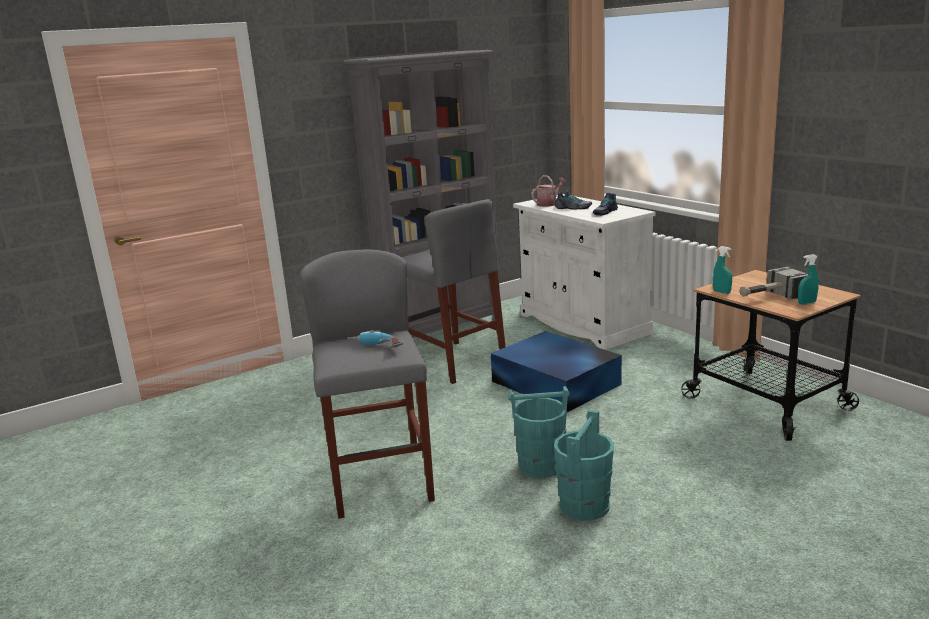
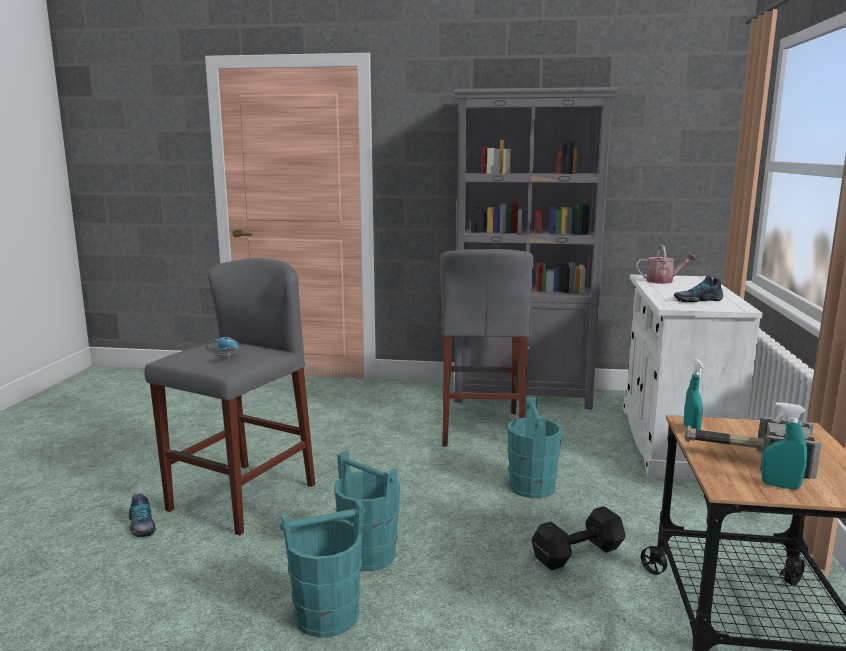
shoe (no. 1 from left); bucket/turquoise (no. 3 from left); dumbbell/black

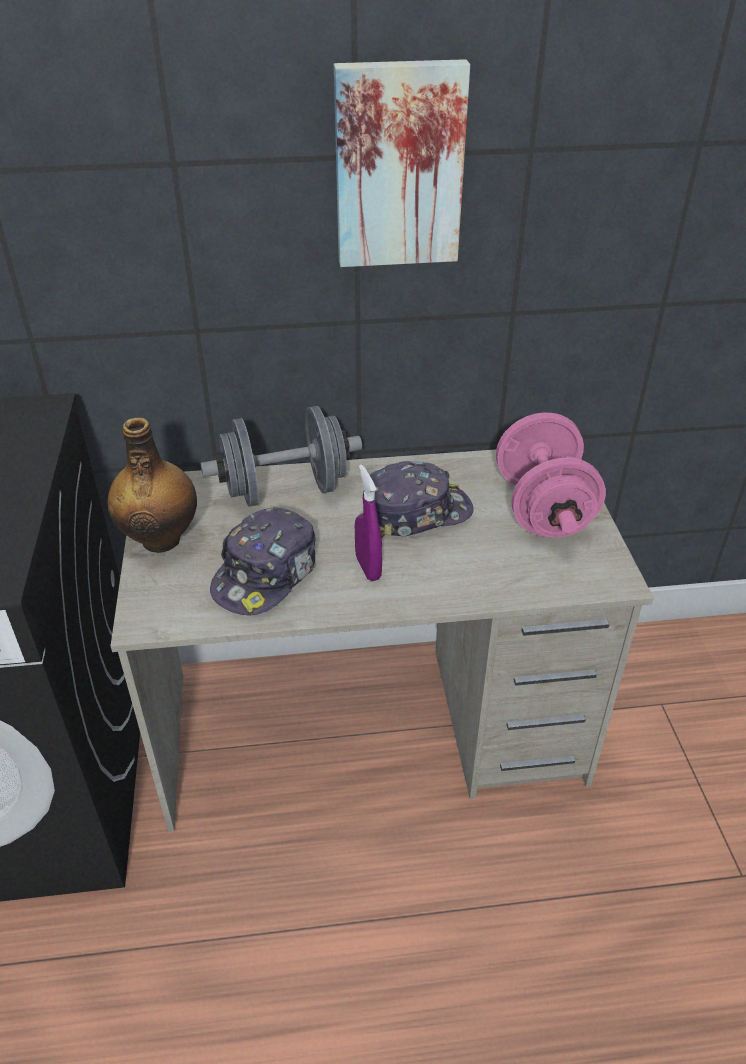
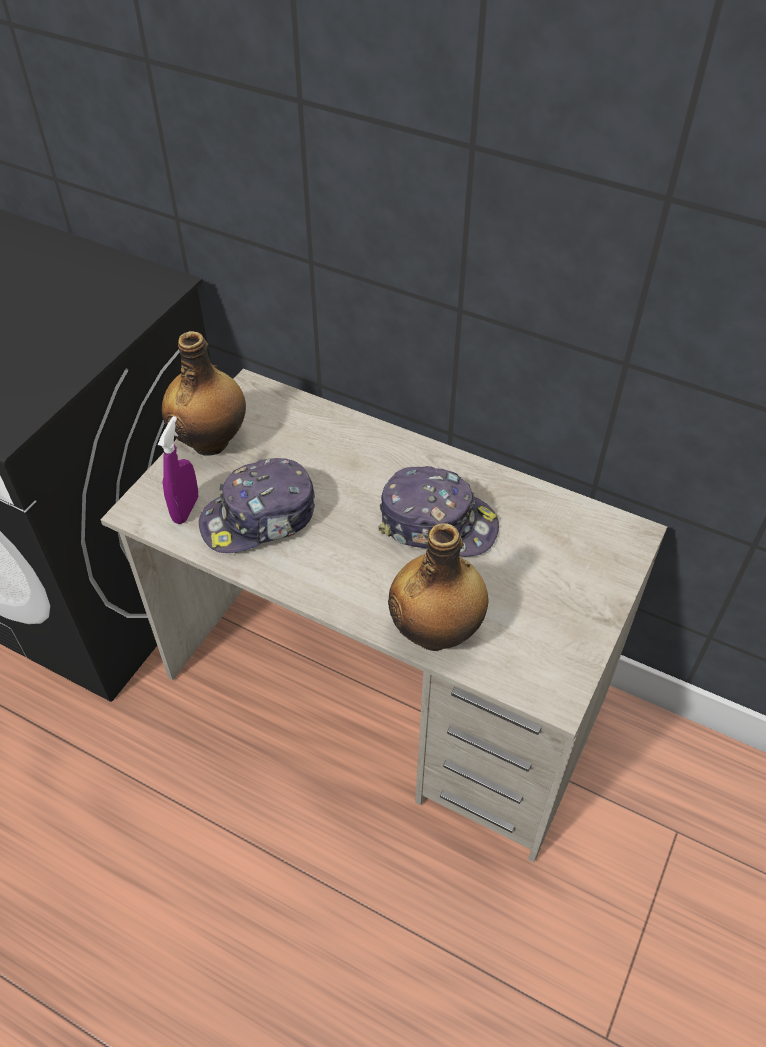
spray bottle/purple; bottle (no. 2 from left); dumbbell/grey; picture; dumbbell/pink

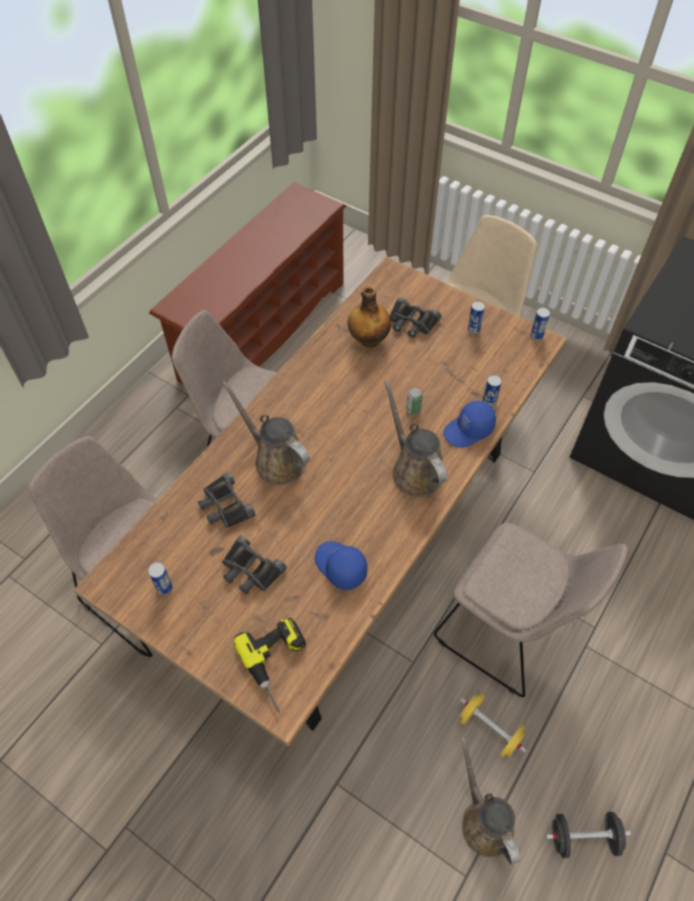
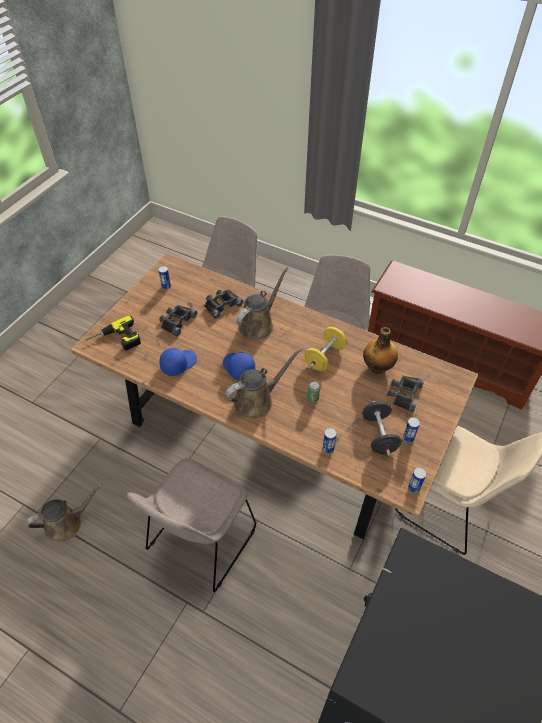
cap/blue (no. 2 from left); dumbbell/yellow; dumbbell/black

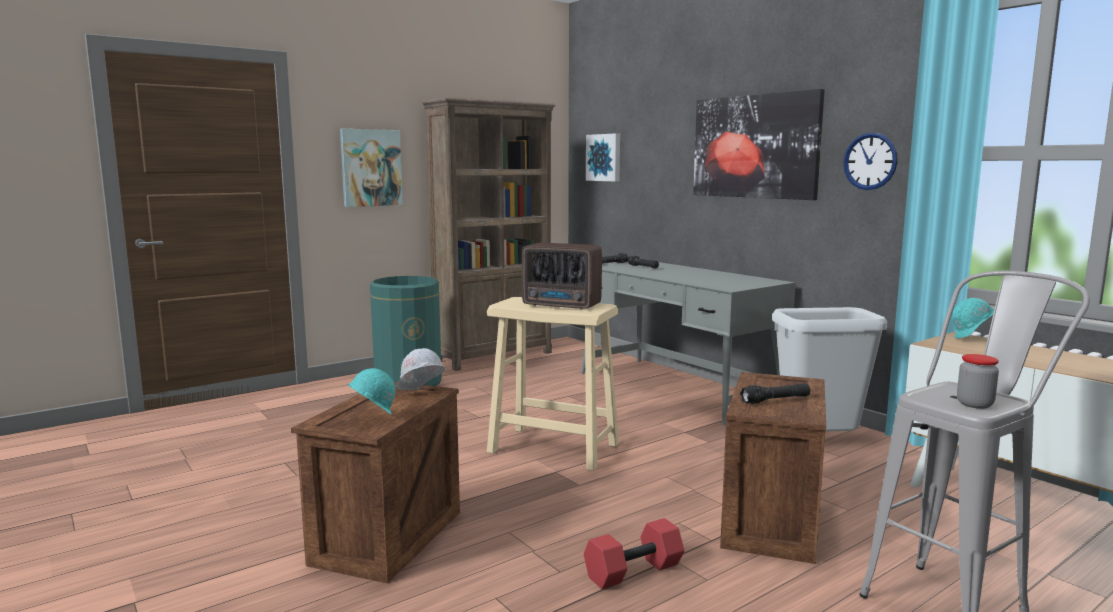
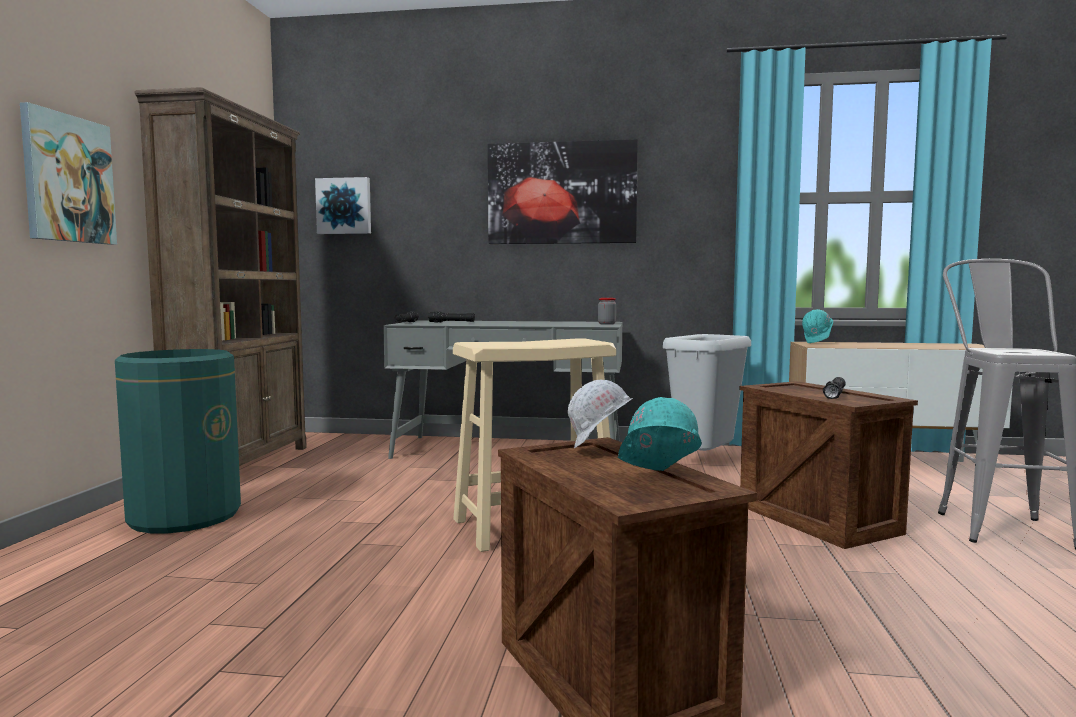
jar; radio; dumbbell/red; wall clock

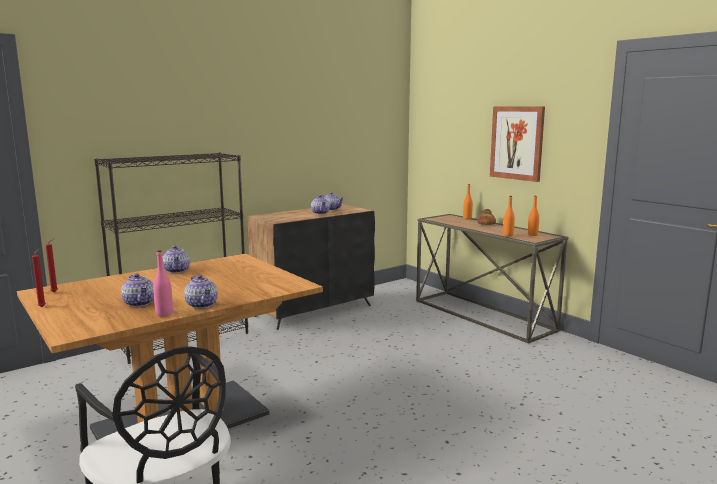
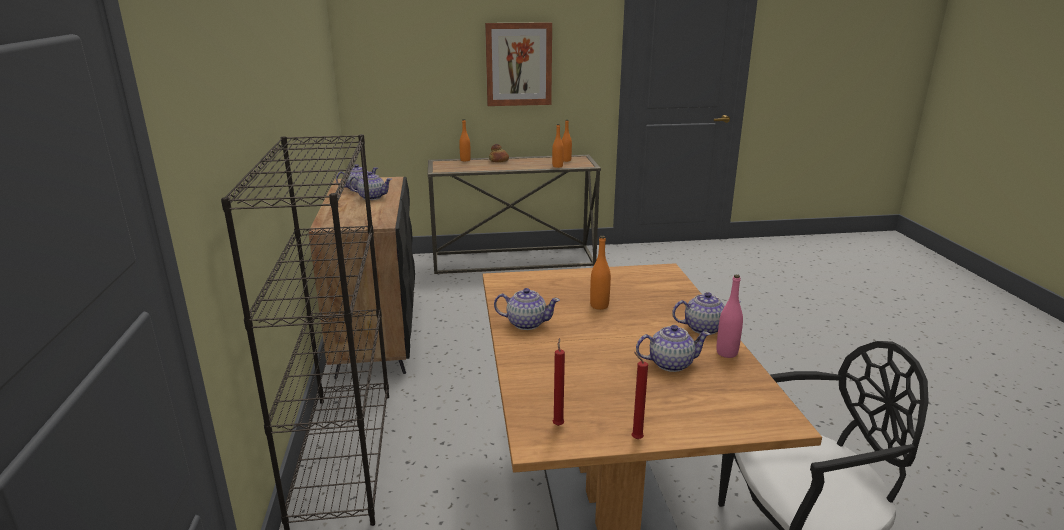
bottle/orange (no. 4 from left)

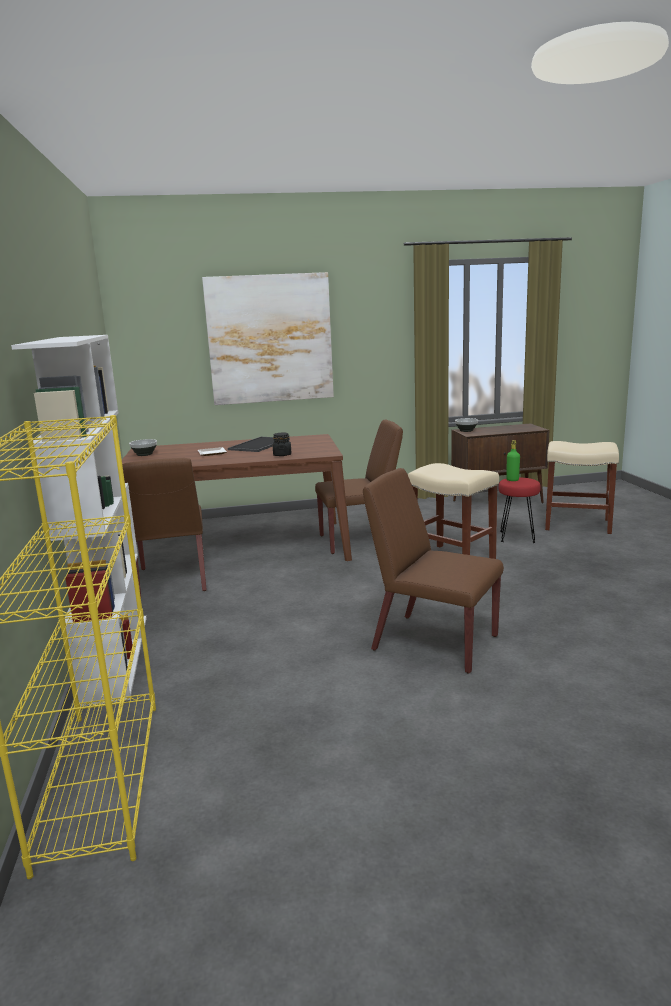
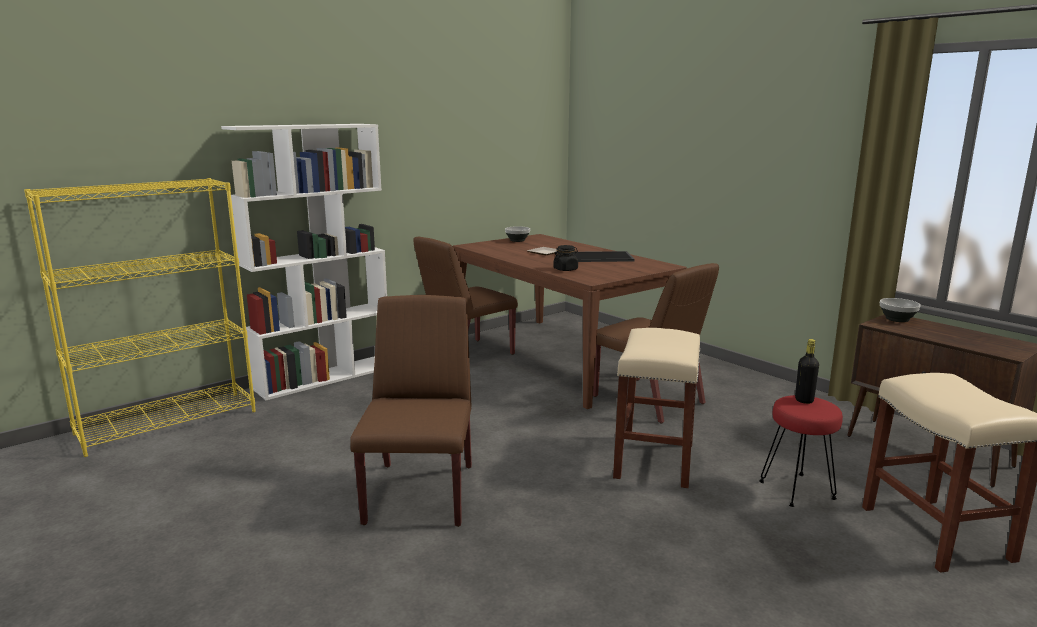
bottle/black; picture

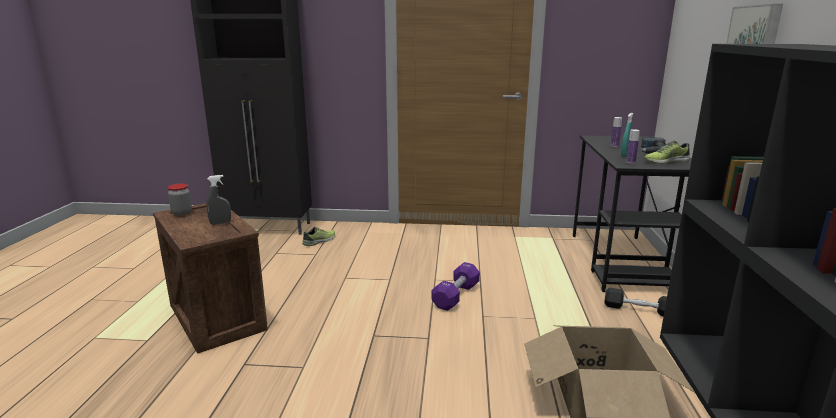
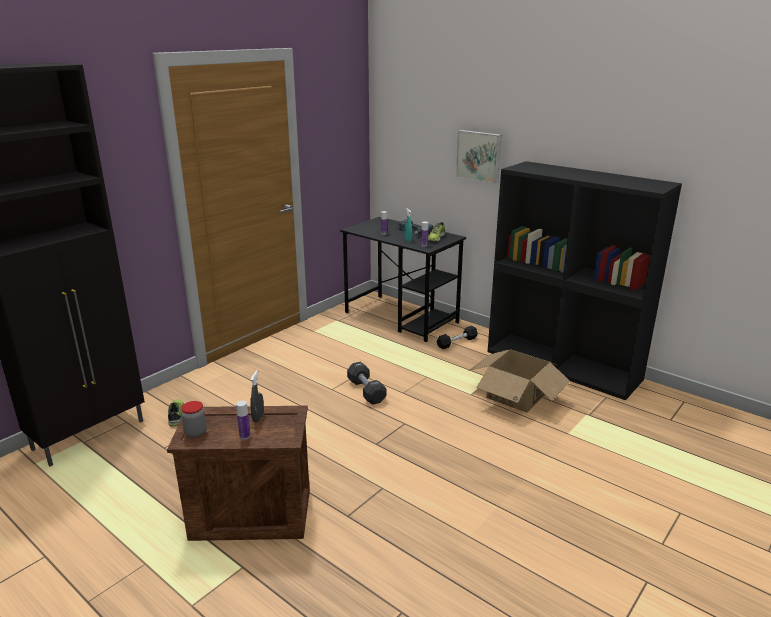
bottle (no. 1 from left); dumbbell/black (no. 1 from left)

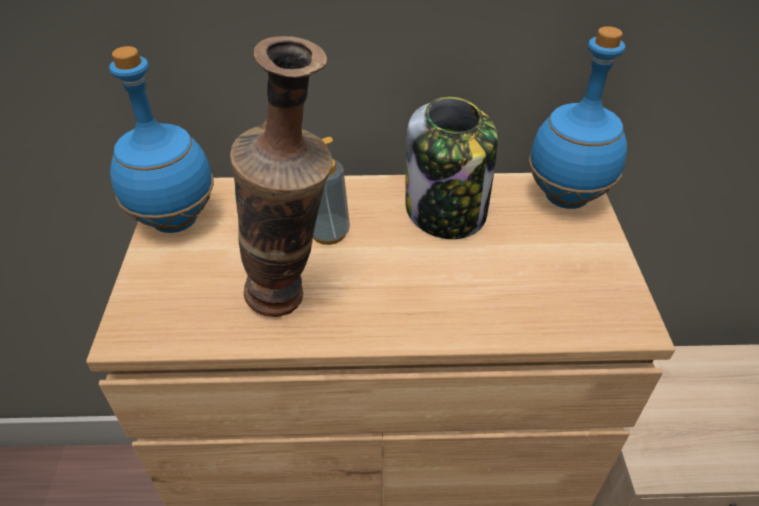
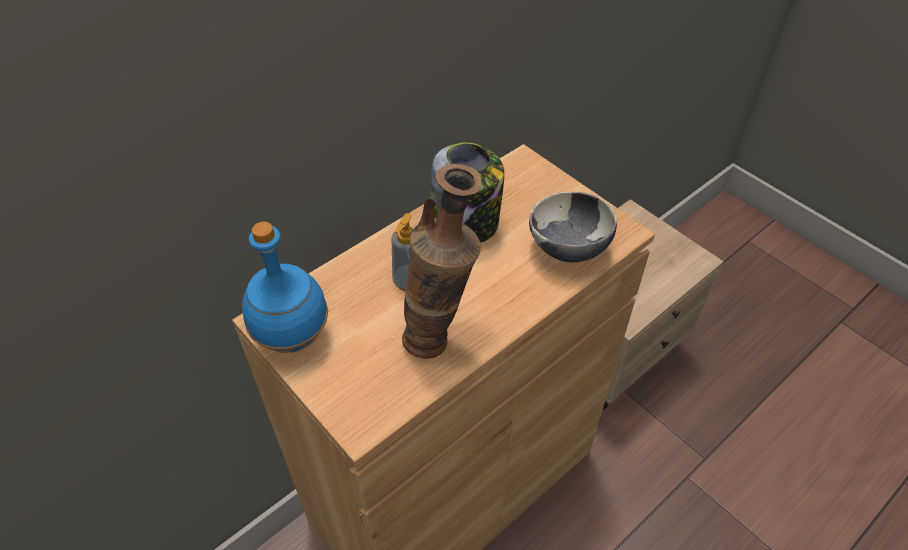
bowl; bottle/blue (no. 2 from left in the first image)

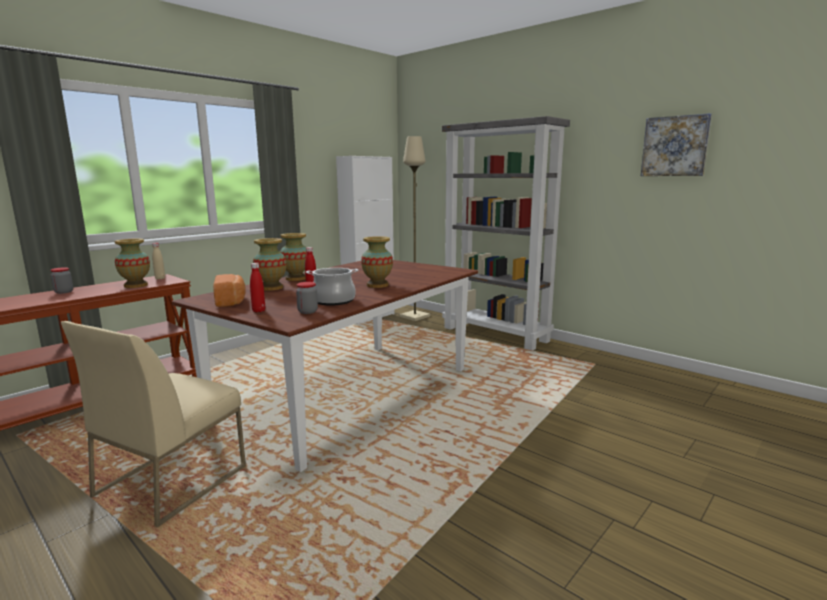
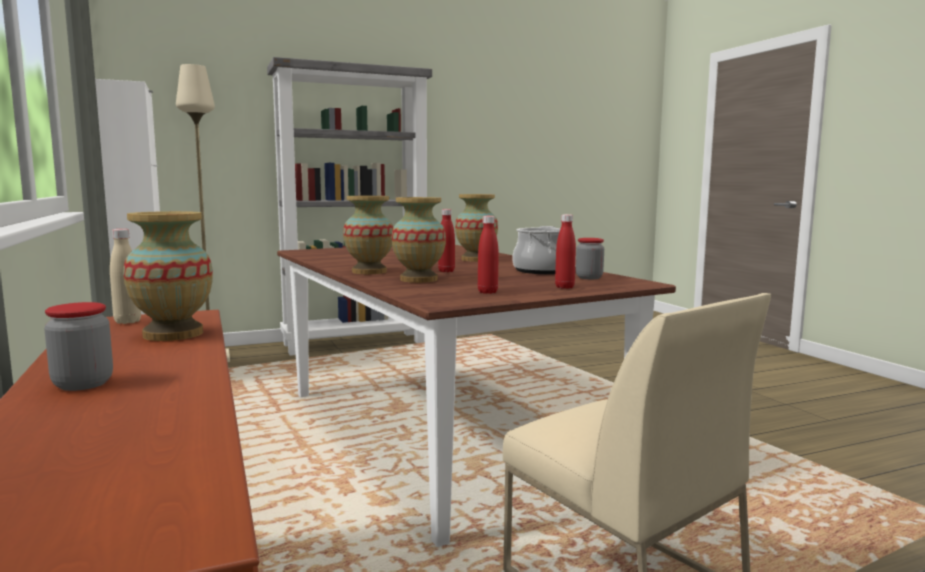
bottle/red (no. 2 from left); picture

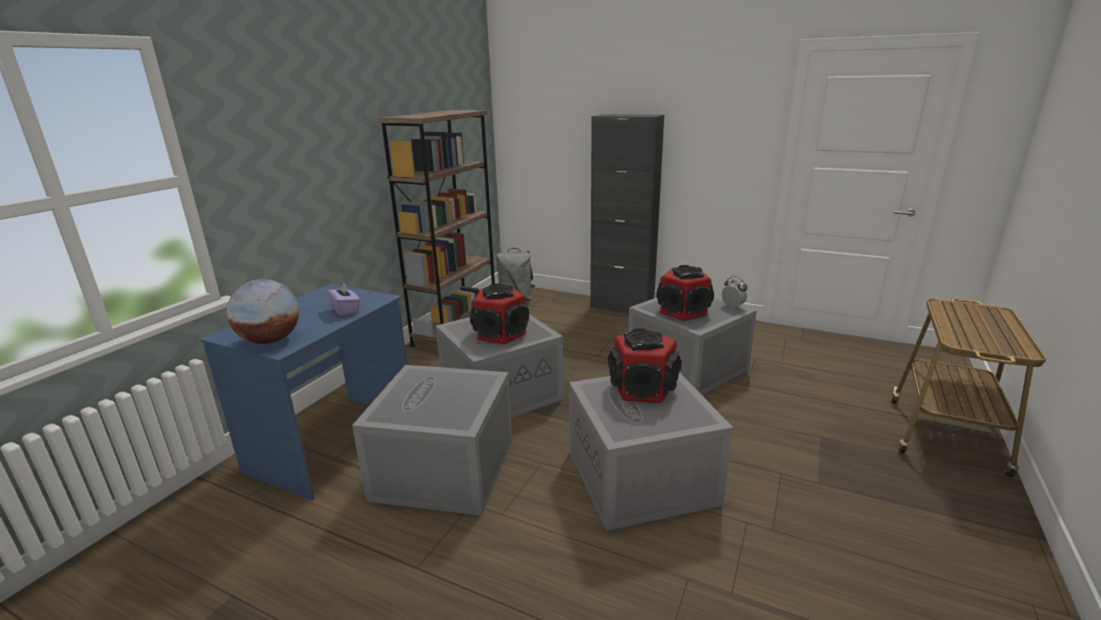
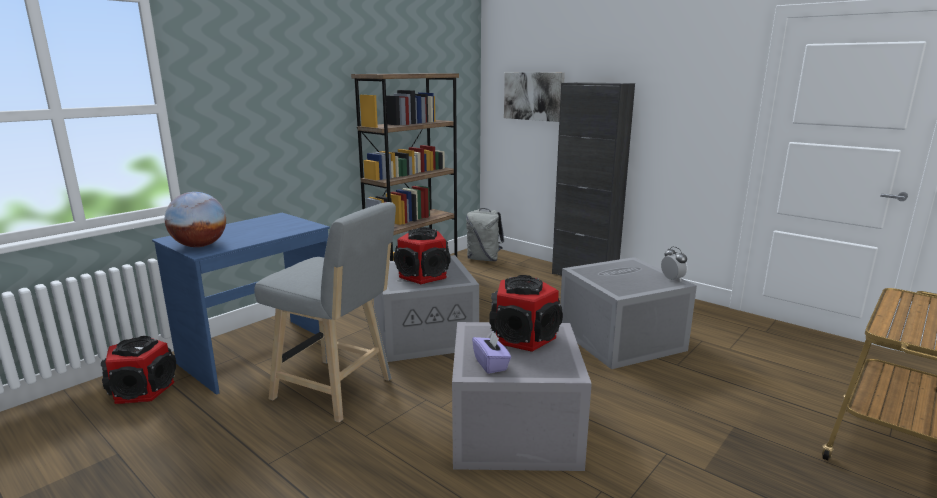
speaker (no. 1 from left); stool/grey; tissue box/purple; picture

